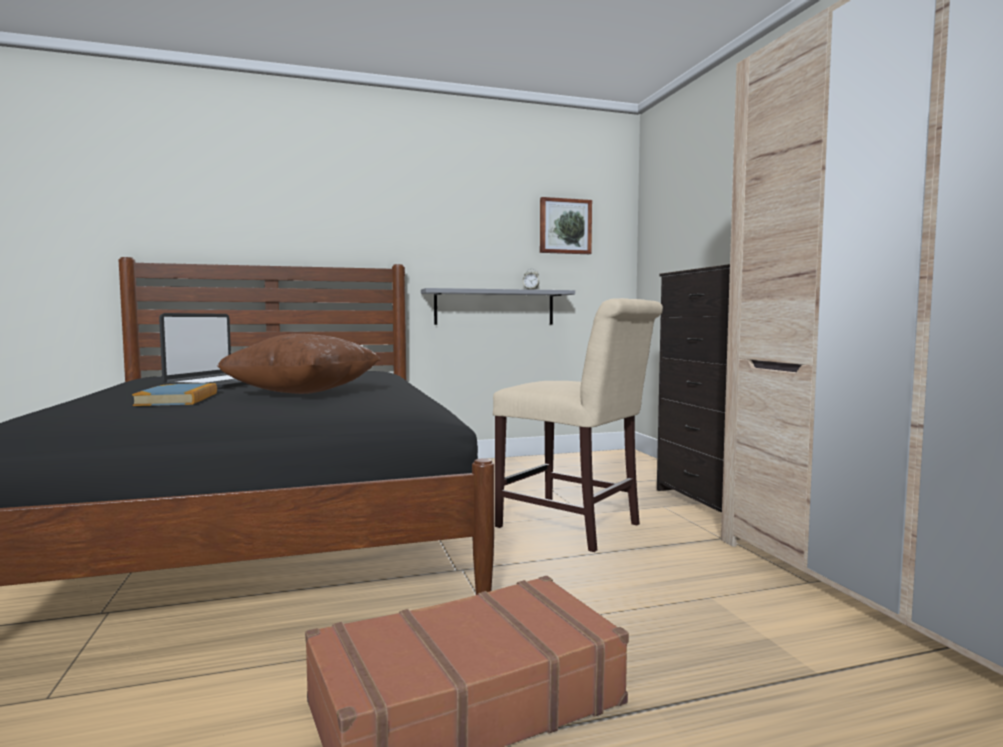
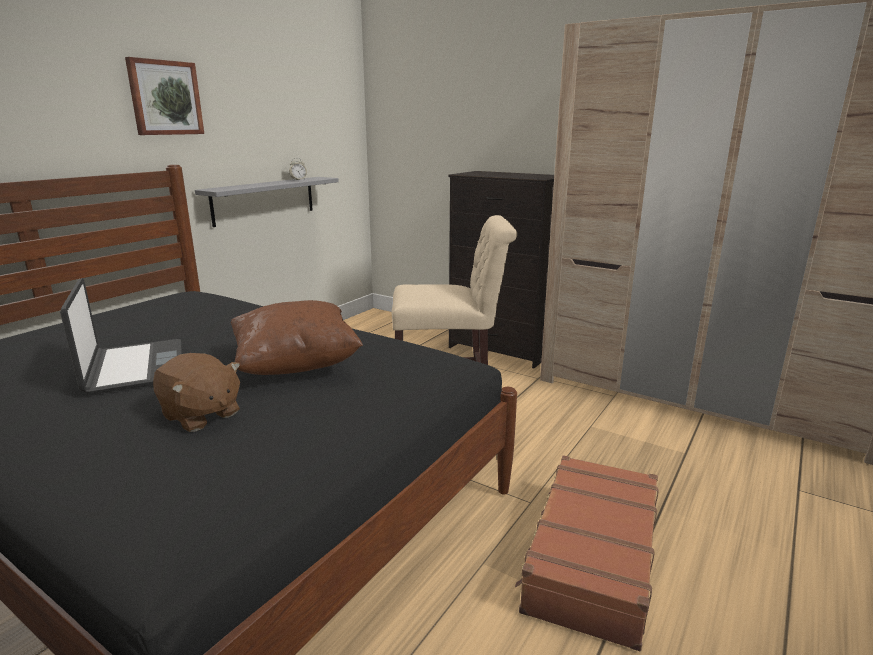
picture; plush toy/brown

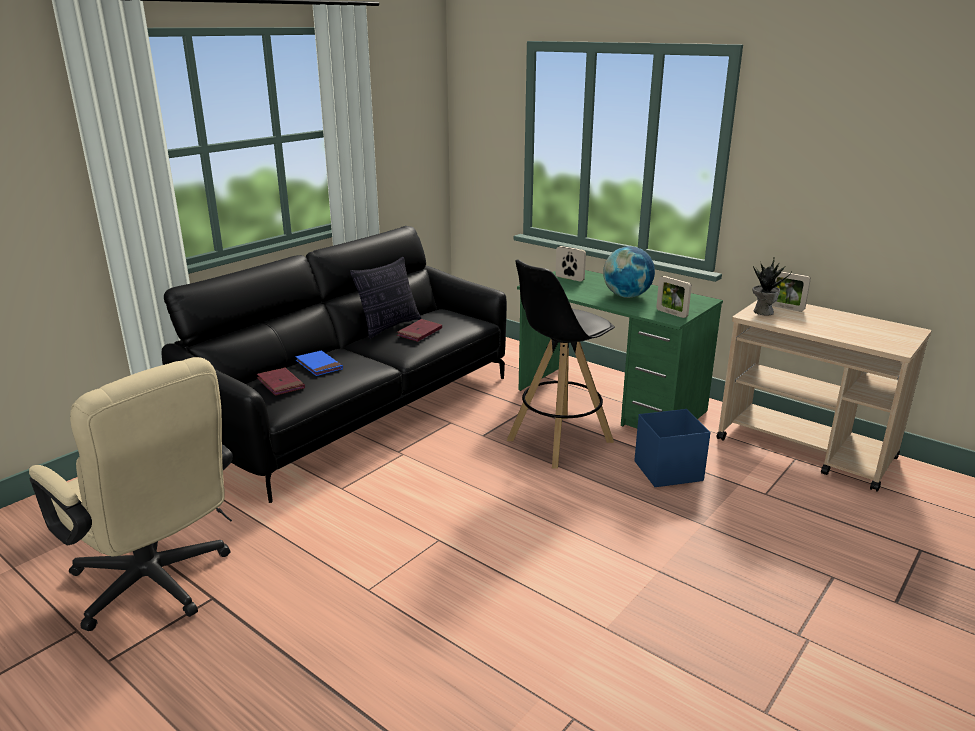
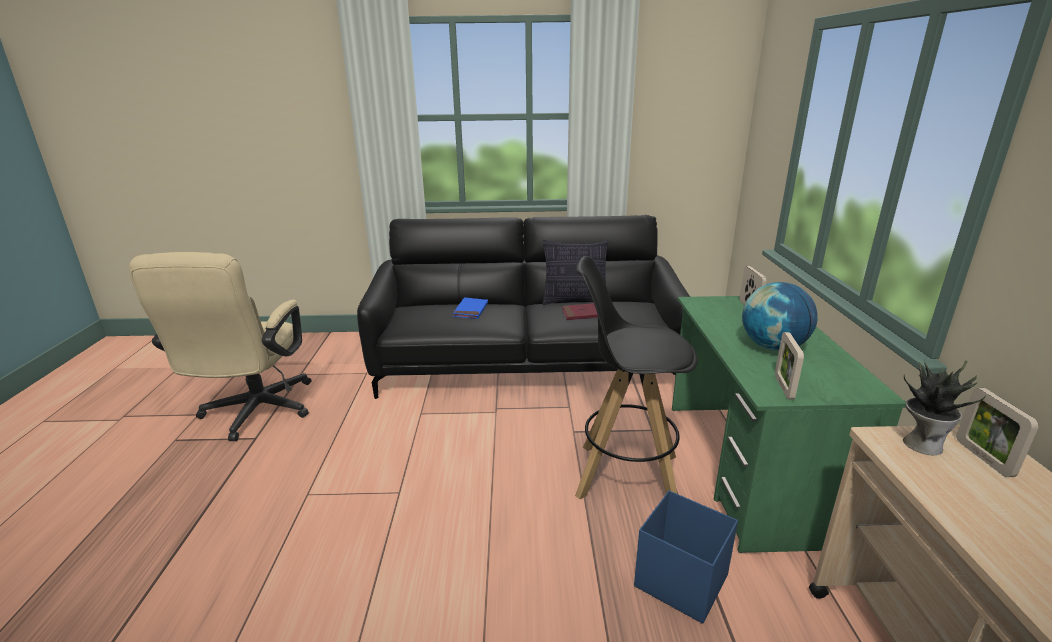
book/red (no. 1 from left in the first image)

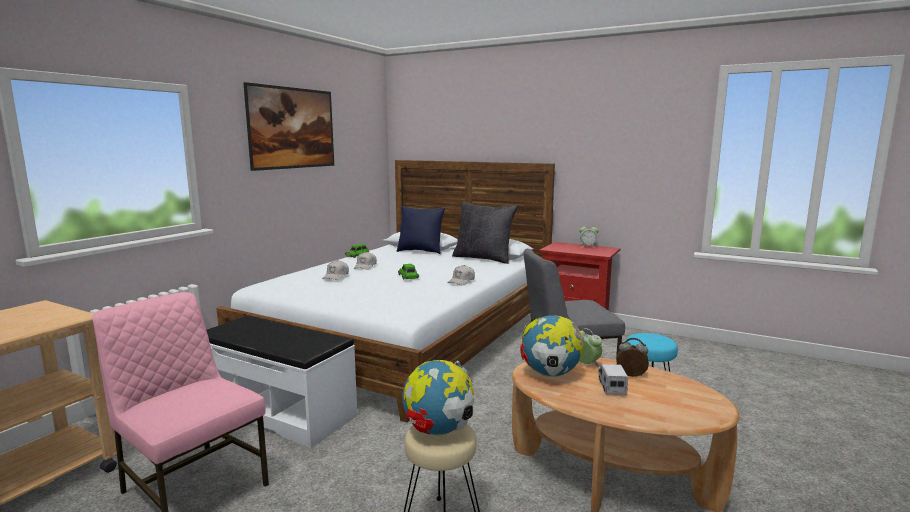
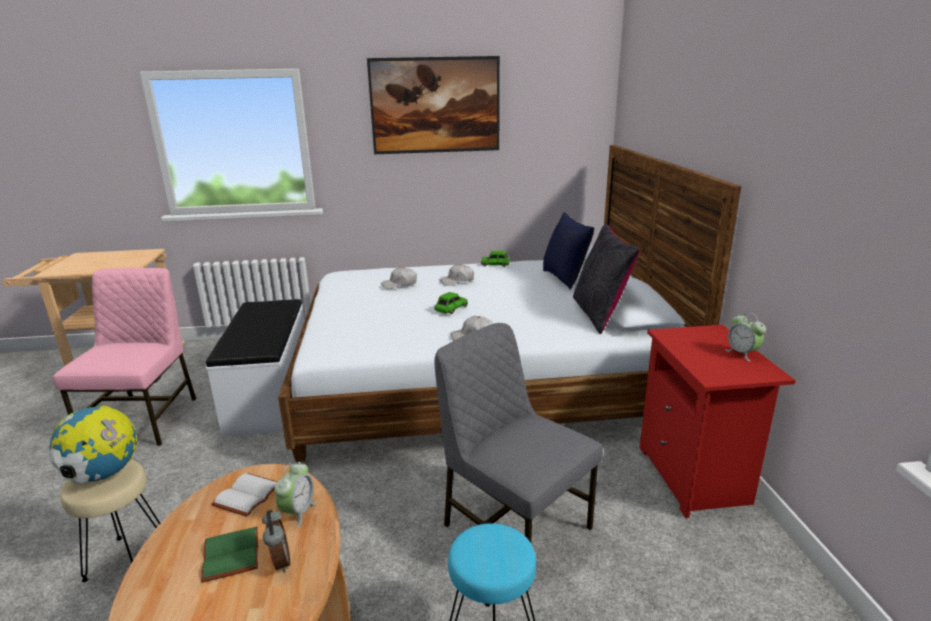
book/green; book/white

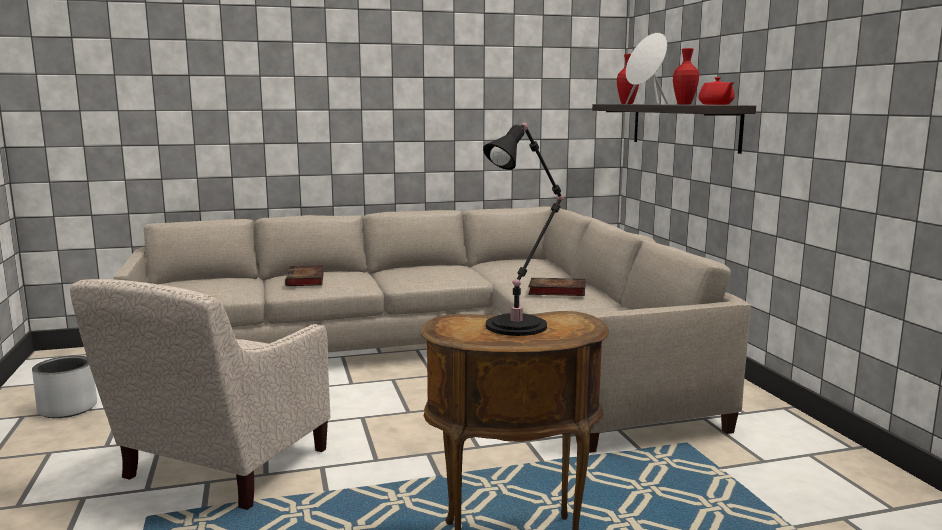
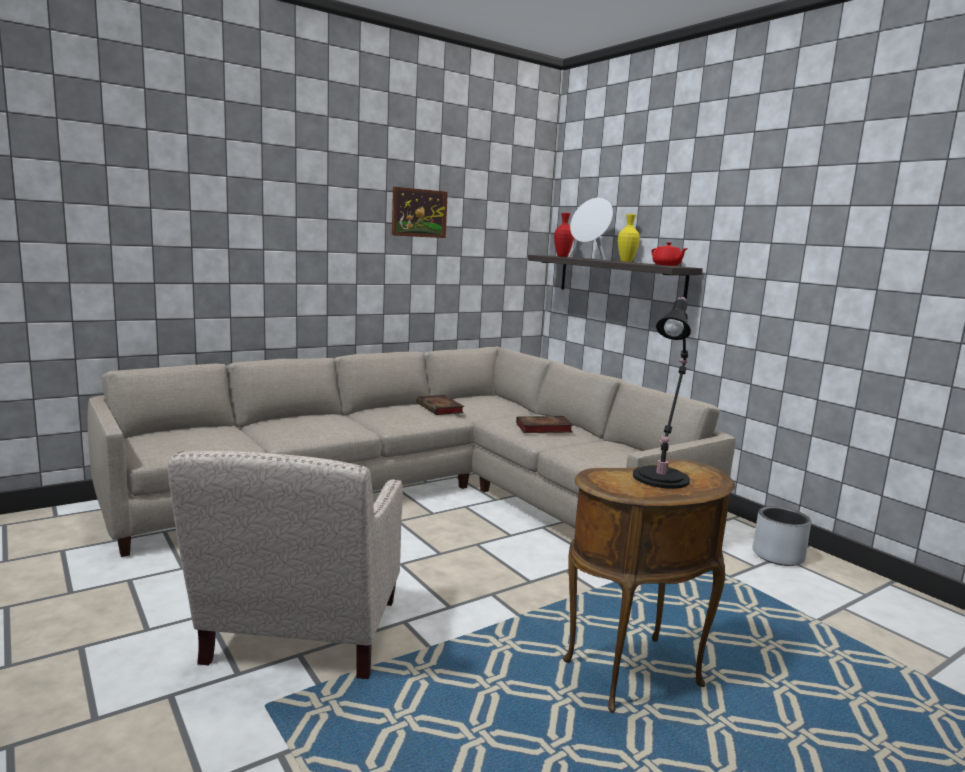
picture; book (no. 1 from left); vase/yellow; planter/grey

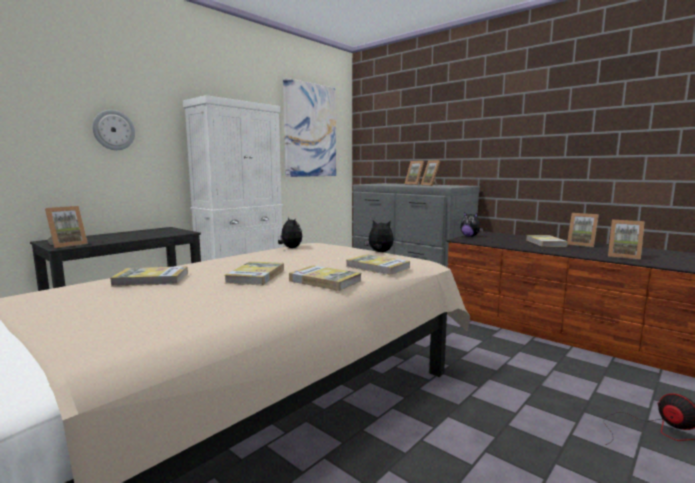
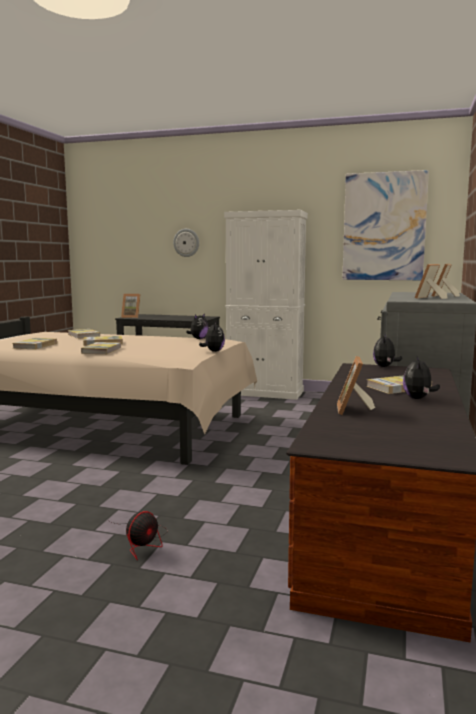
book (no. 1 from left); plush toy (no. 4 from left)

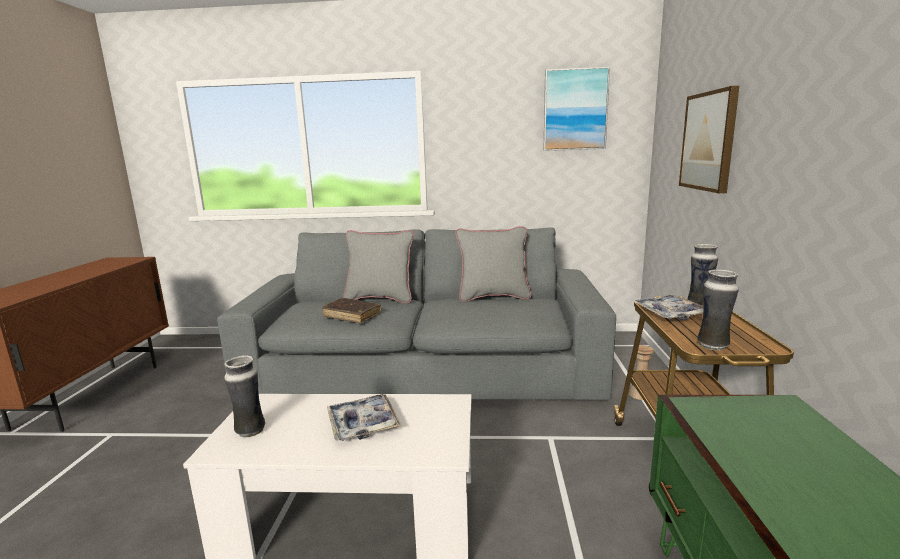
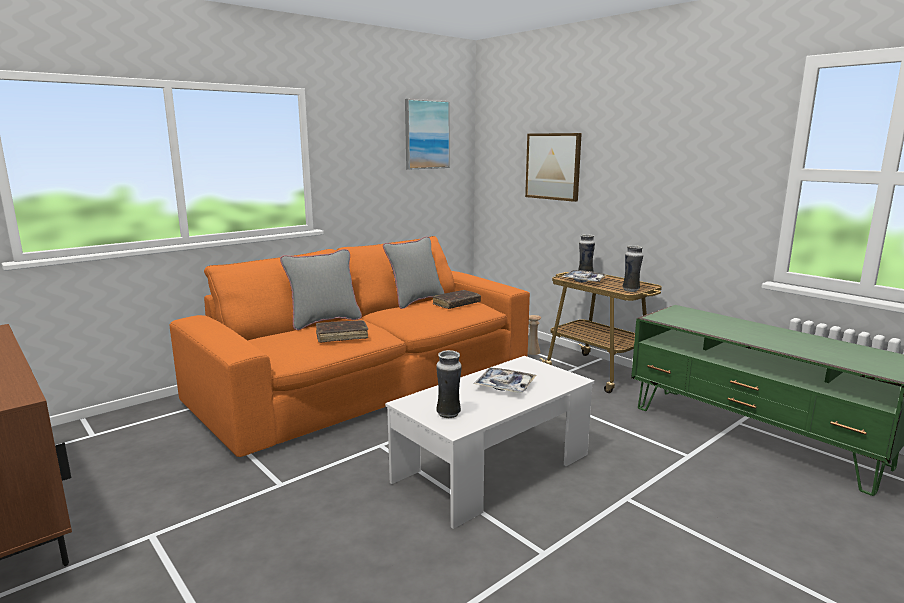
sofa/orange; book/brown (no. 2 from left)

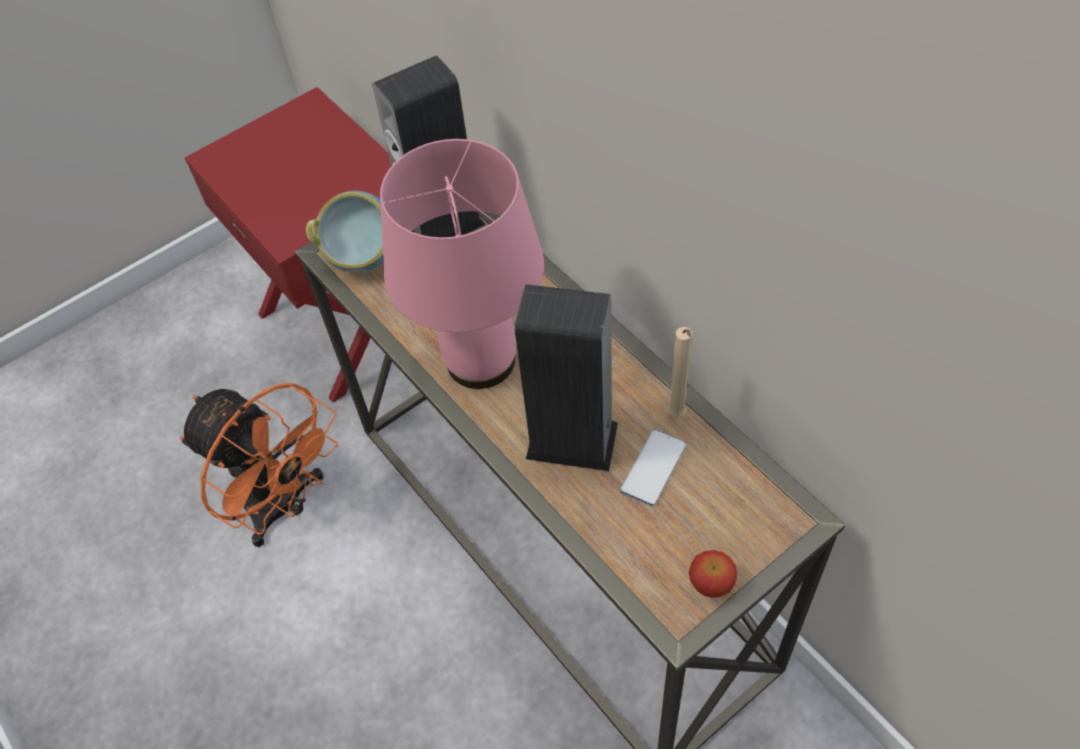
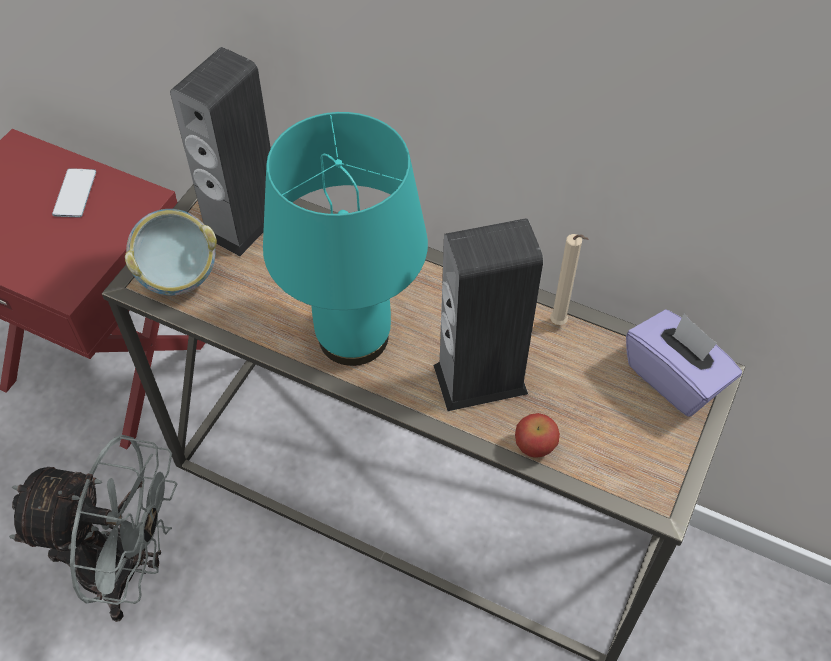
fan/grey; phone; table lamp/turquoise; apple; tissue box/purple

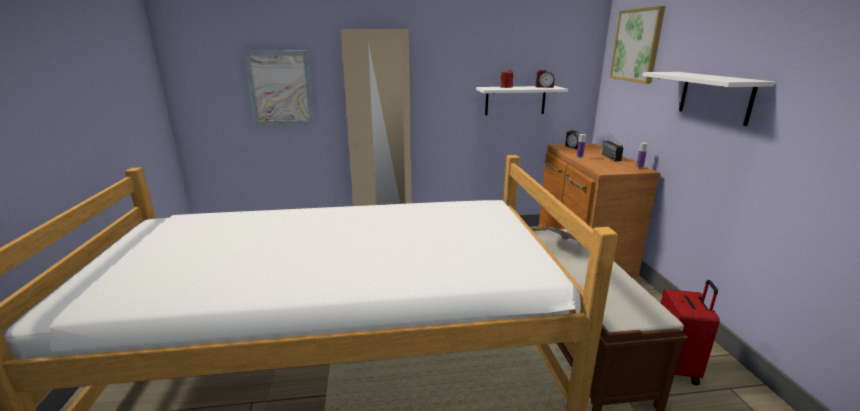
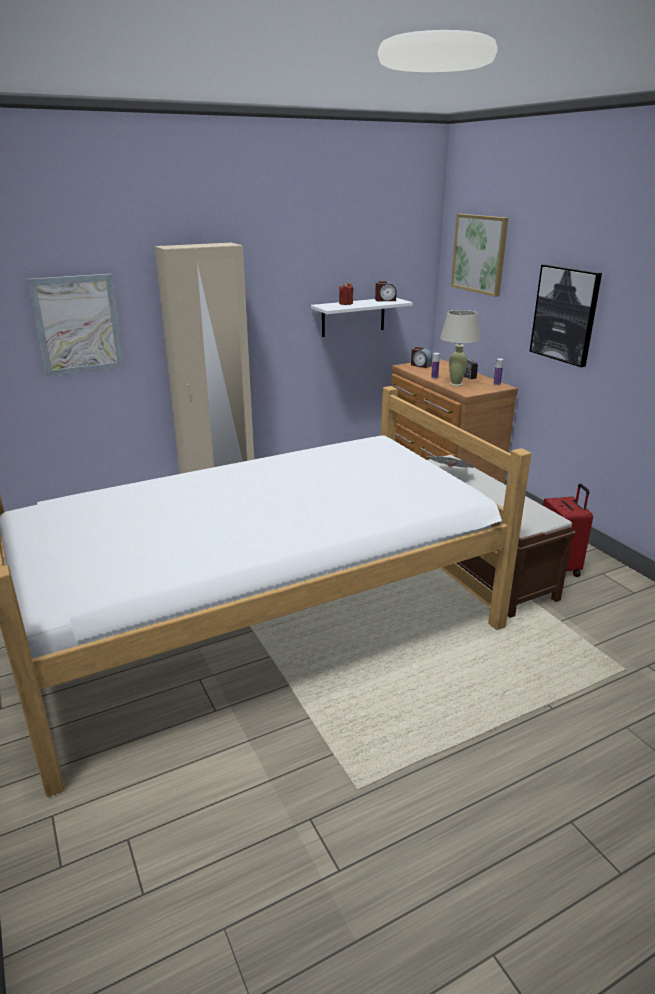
table lamp/beige; picture (no. 3 from left)

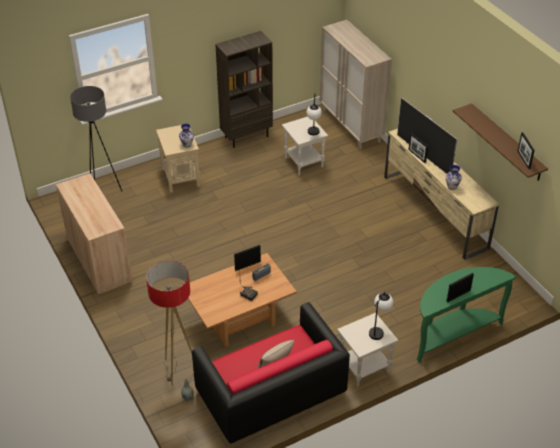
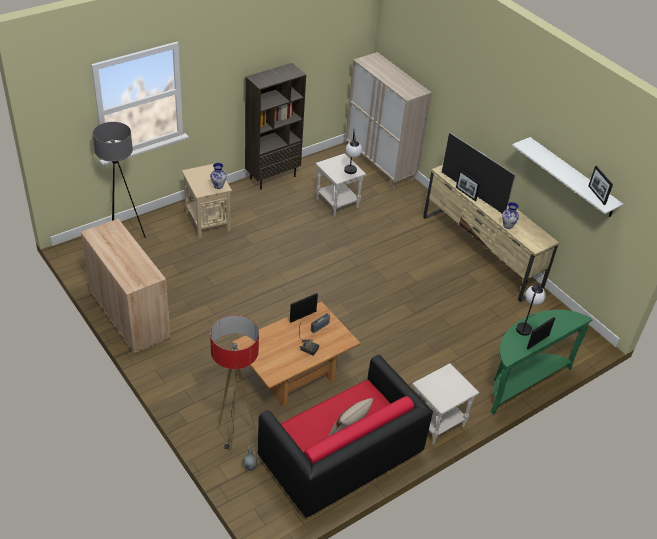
shelf/white; table lamp (no. 2 from left)

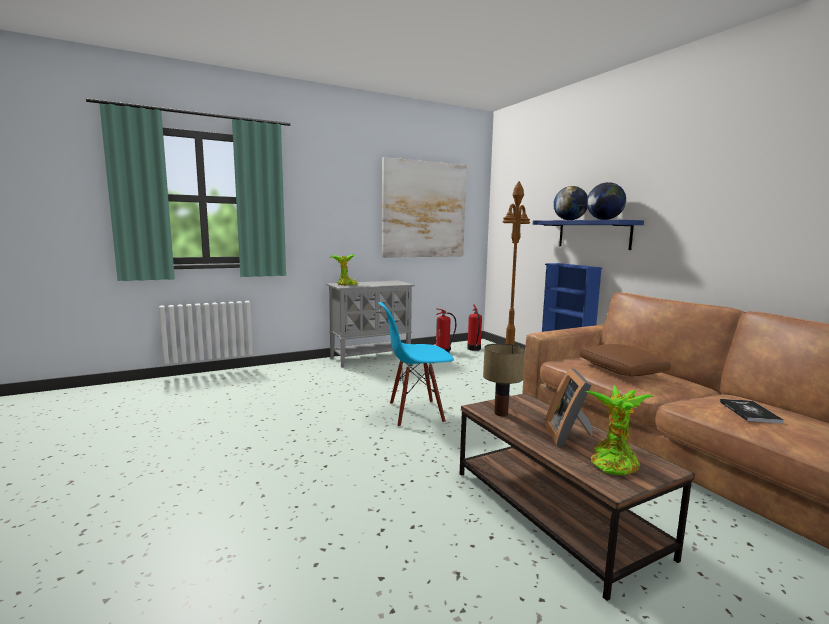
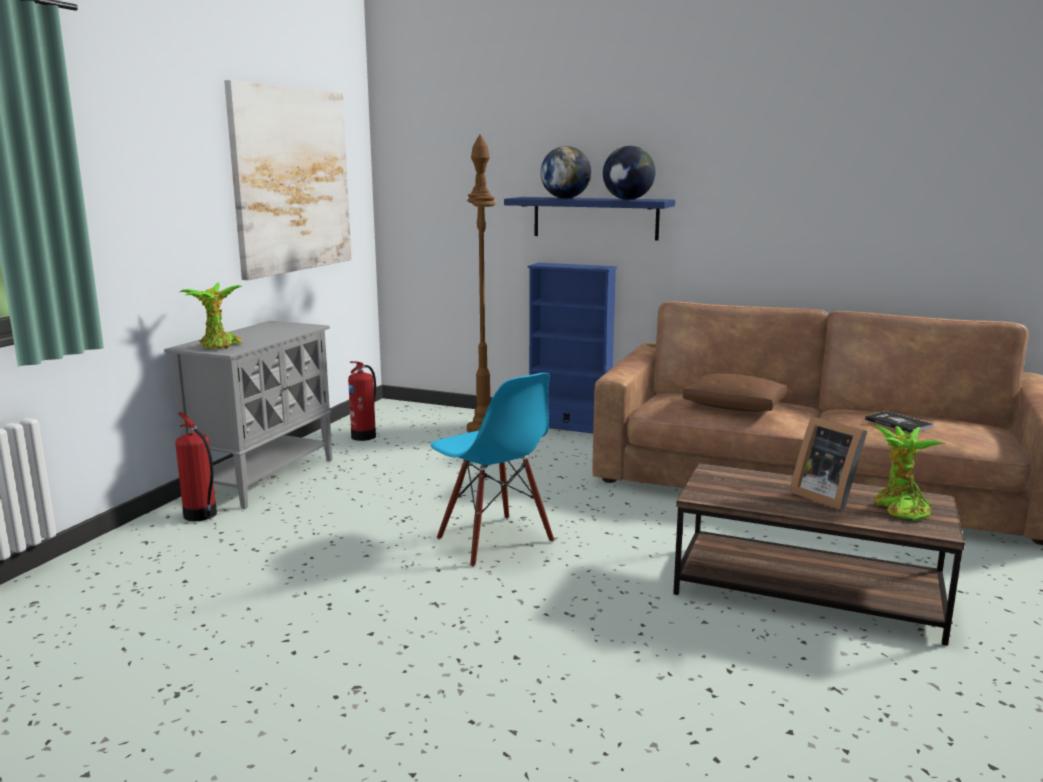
fire extinguisher (no. 1 from left); chair/blue; table lamp

